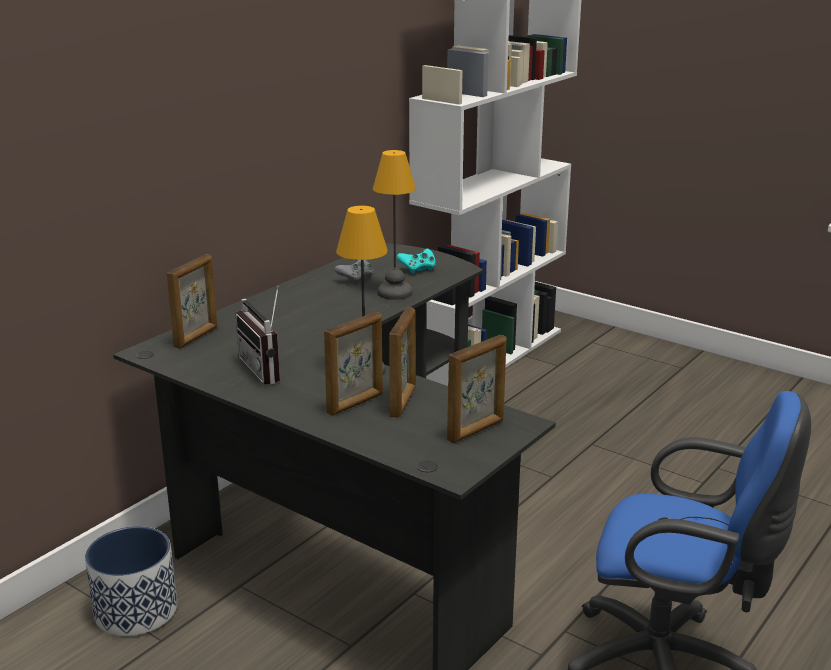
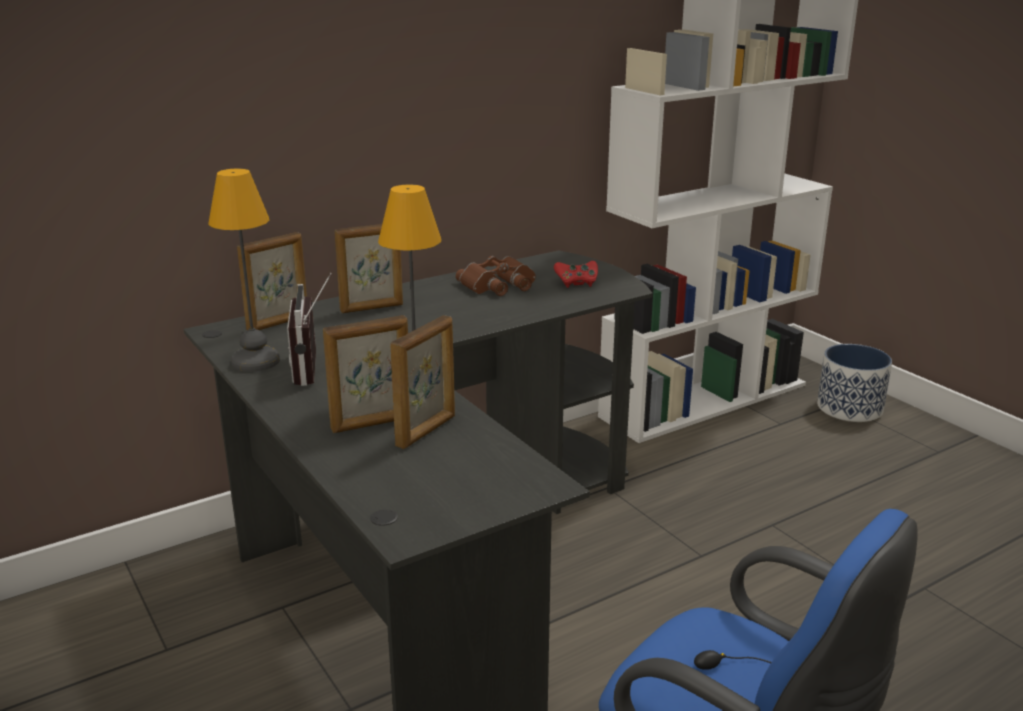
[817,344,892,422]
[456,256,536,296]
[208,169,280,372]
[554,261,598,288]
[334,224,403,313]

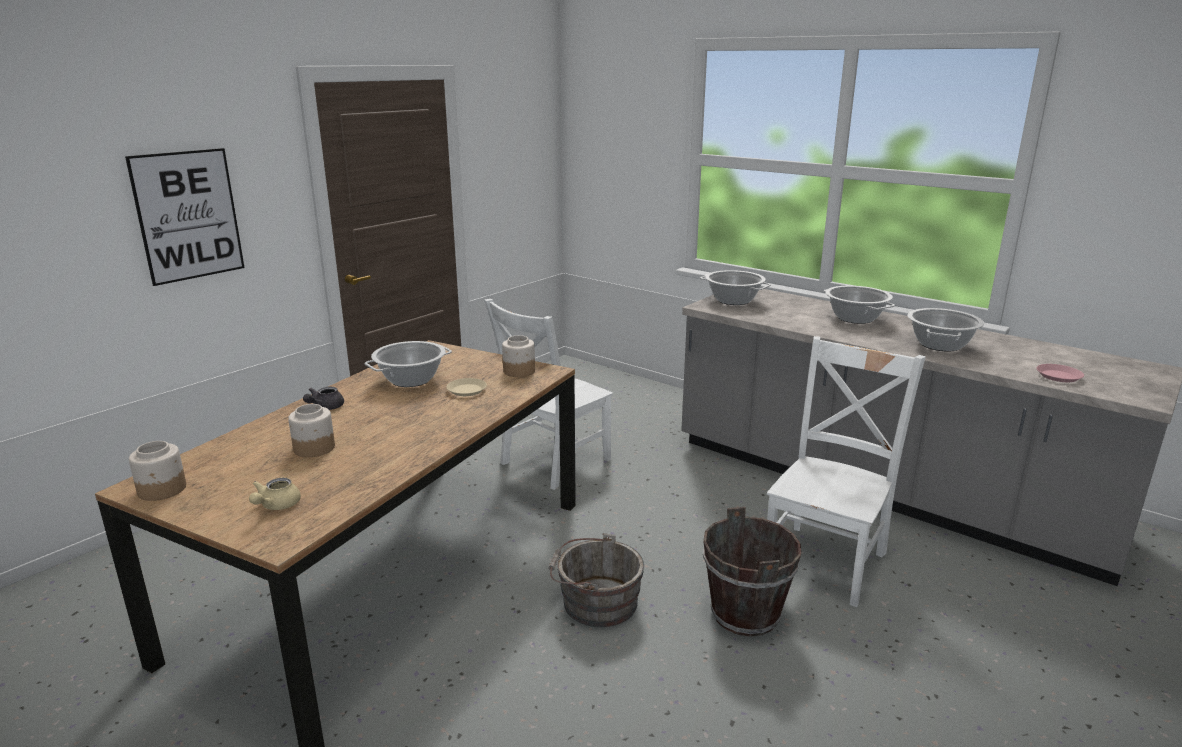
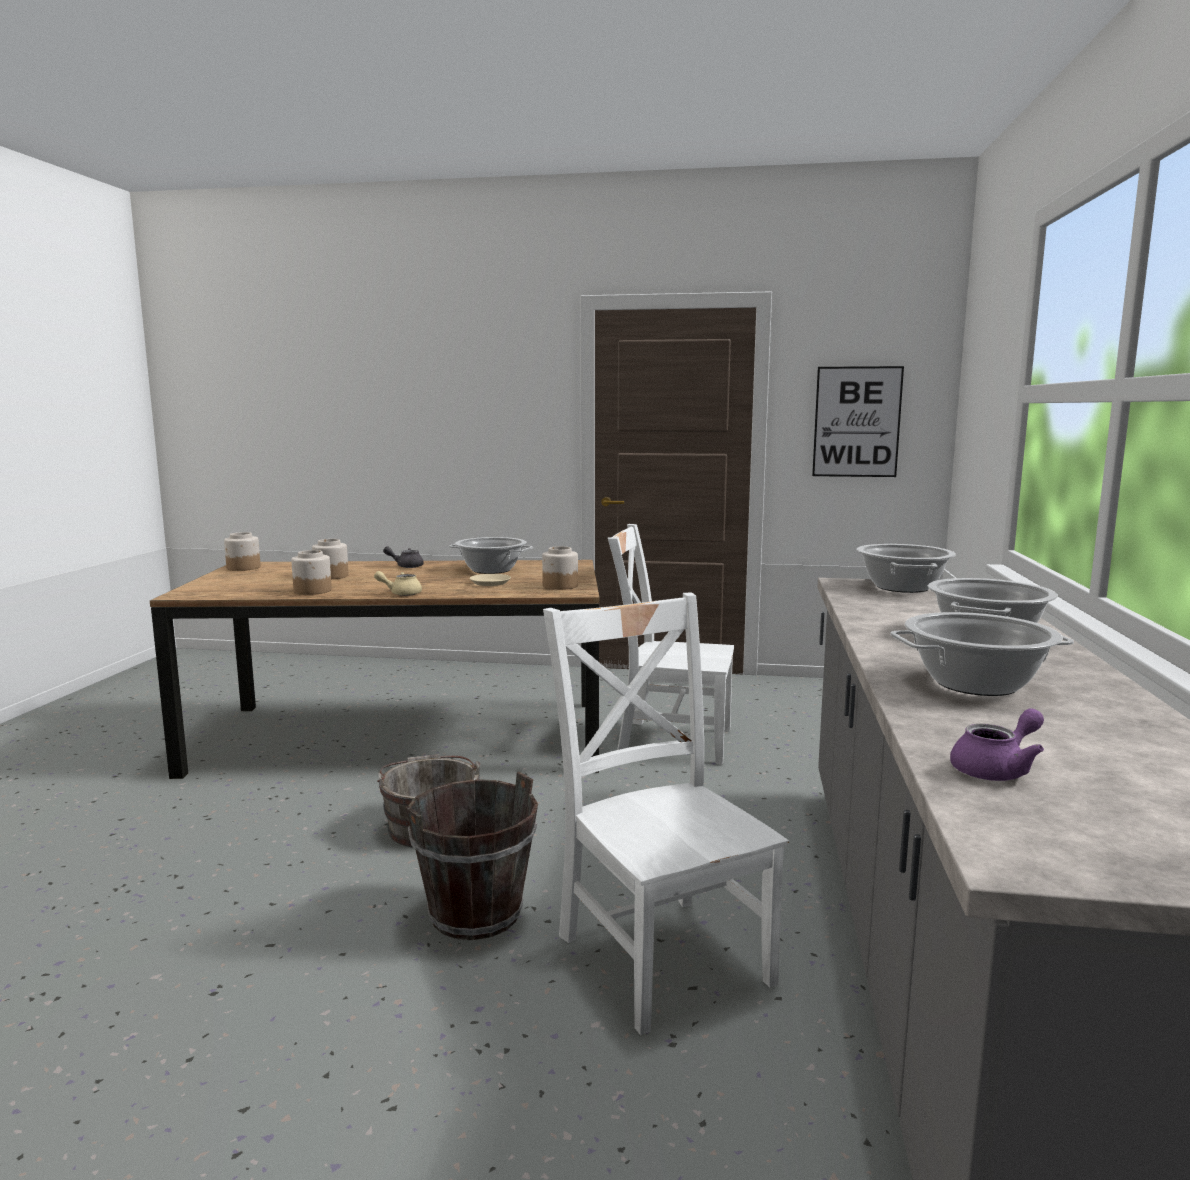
[812,366,904,477]
[374,571,422,596]
[543,592,789,1035]
[950,708,1044,781]
[291,550,332,595]

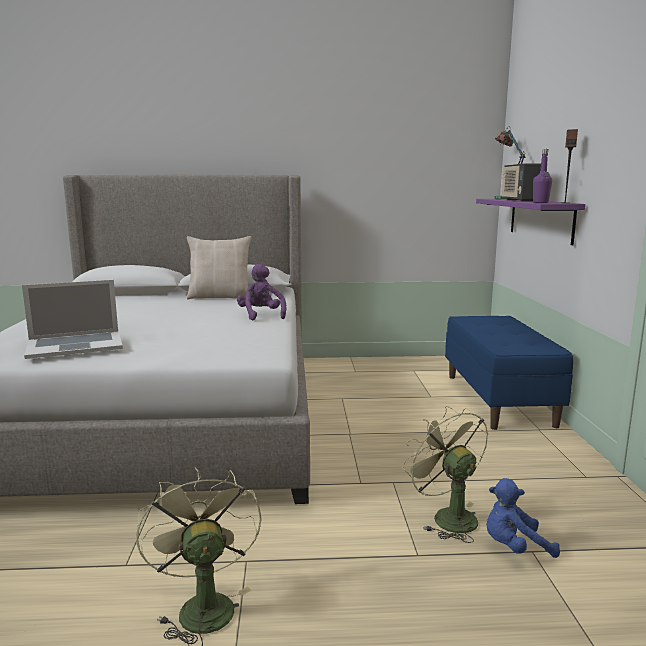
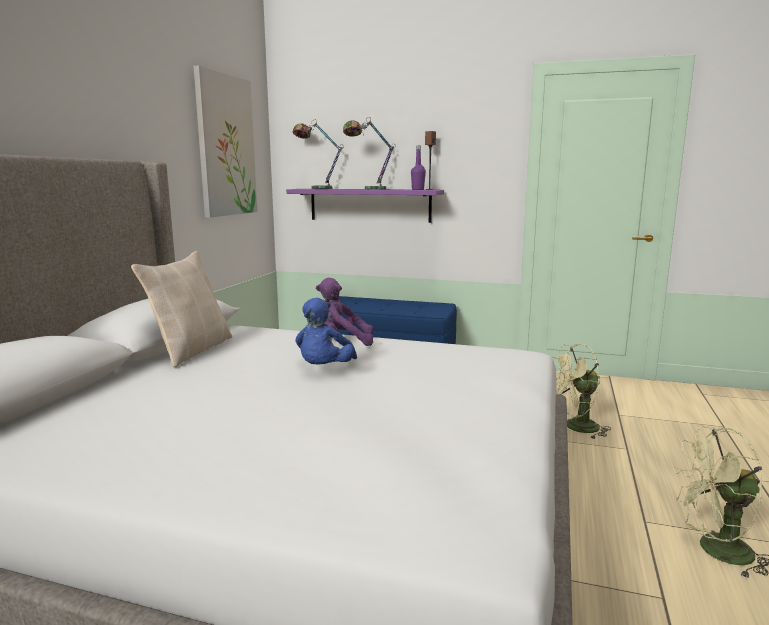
[22,280,123,359] (first image)
[295,298,357,365]
[343,117,396,190]
[194,65,257,218]

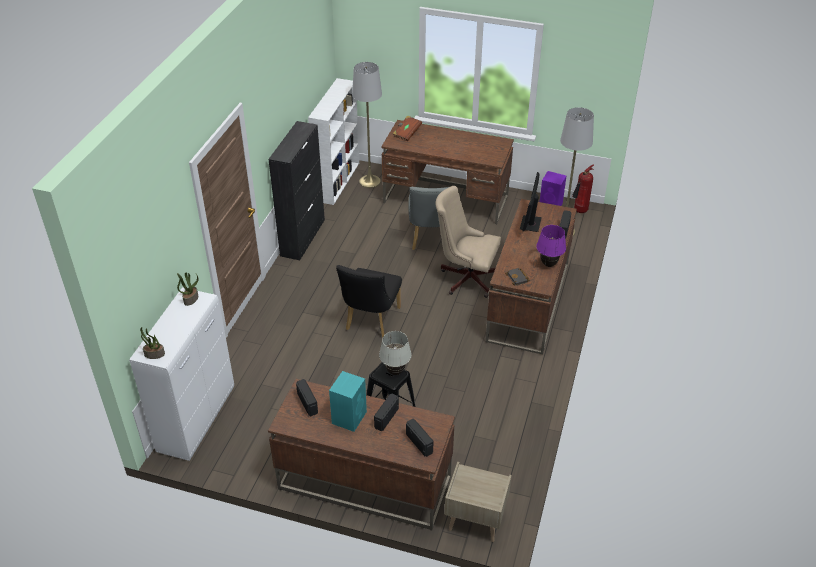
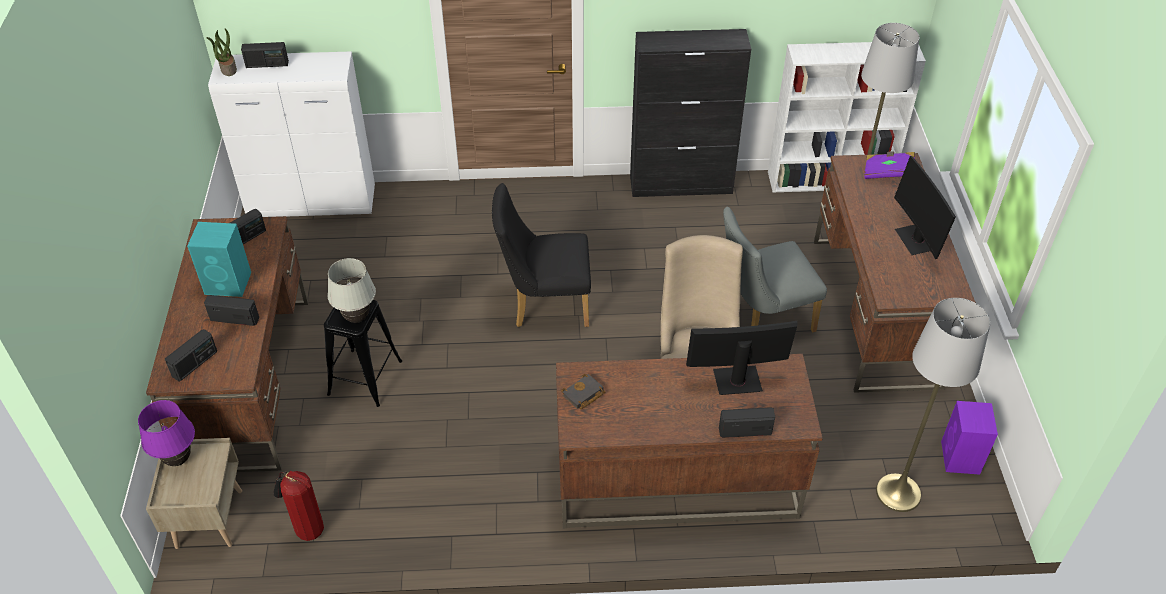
[177,273,198,306] (first image)
[864,152,915,179]
[138,400,195,466]
[273,471,324,541]
[241,42,289,68]
[894,156,956,259]

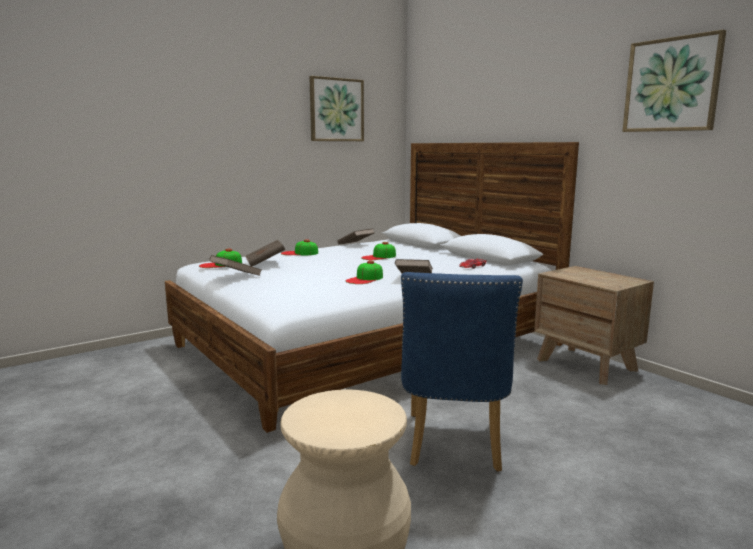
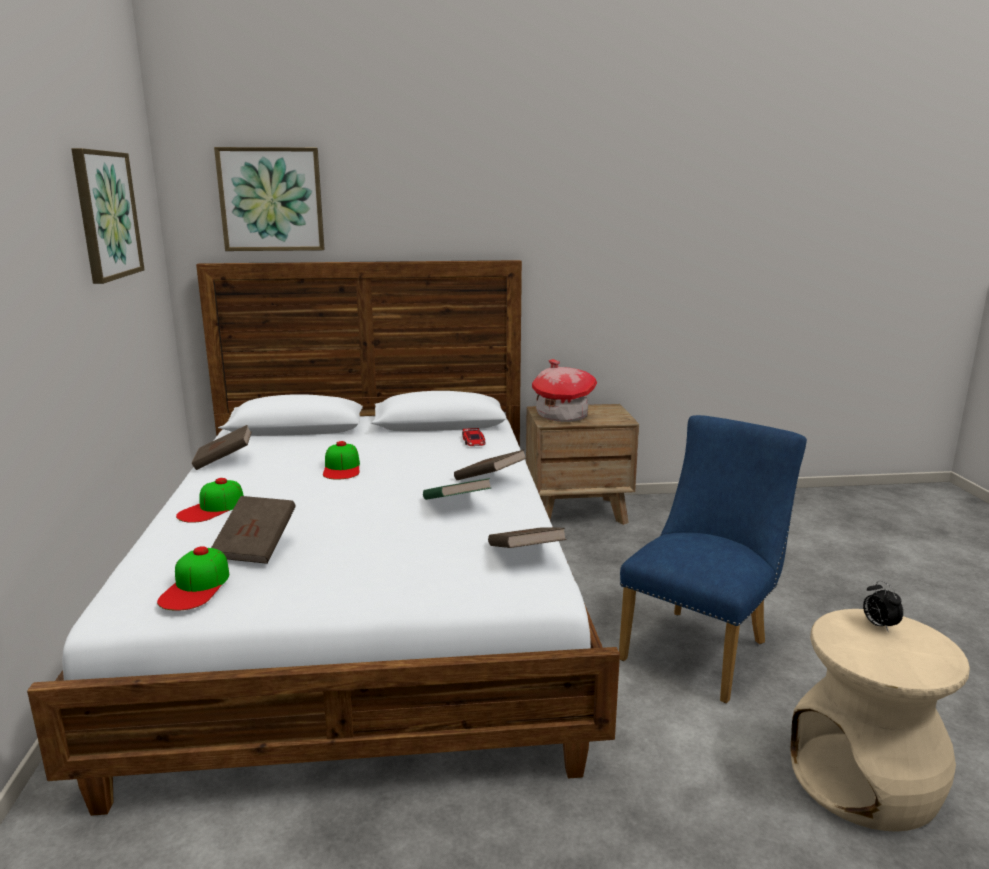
[488,527,567,548]
[423,478,491,500]
[619,415,807,703]
[214,147,325,251]
[532,359,597,422]
[863,581,903,631]

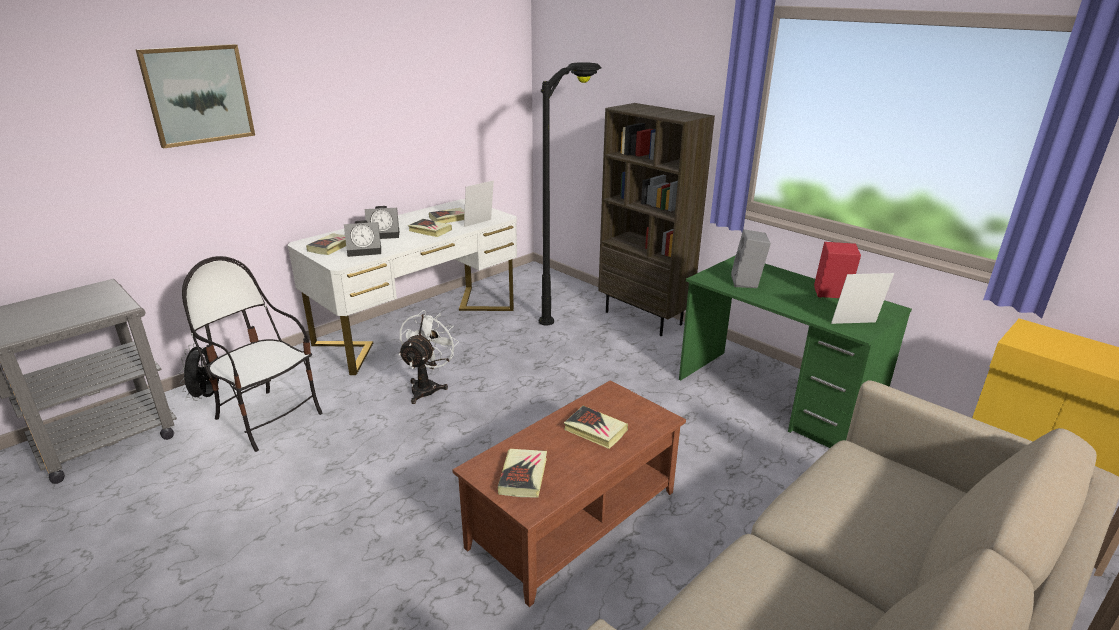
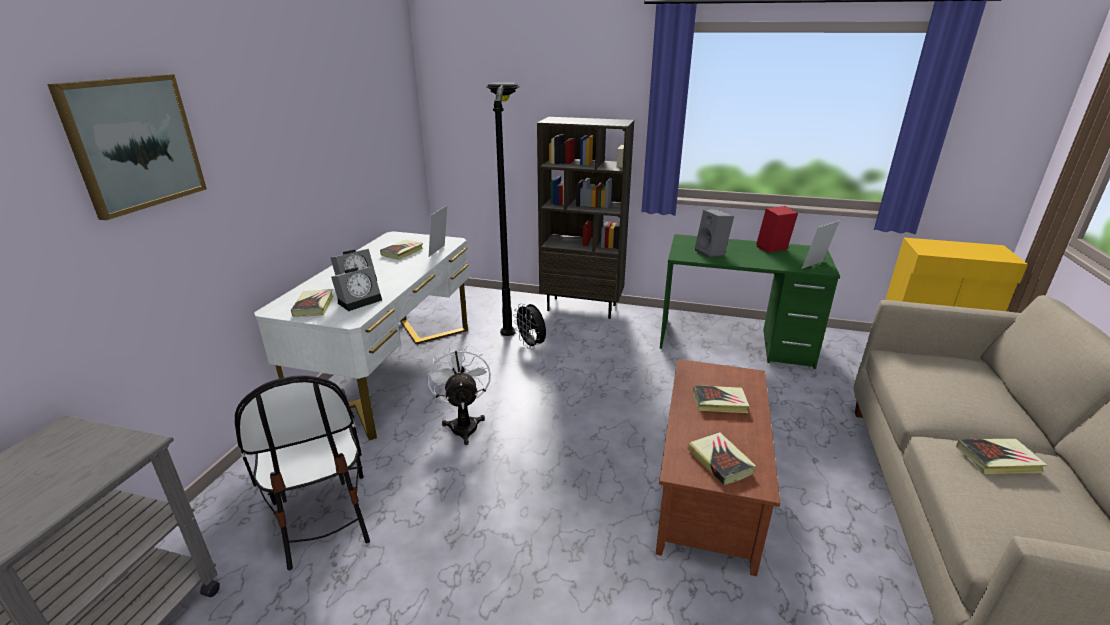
[513,304,546,349]
[235,375,370,570]
[956,439,1047,474]

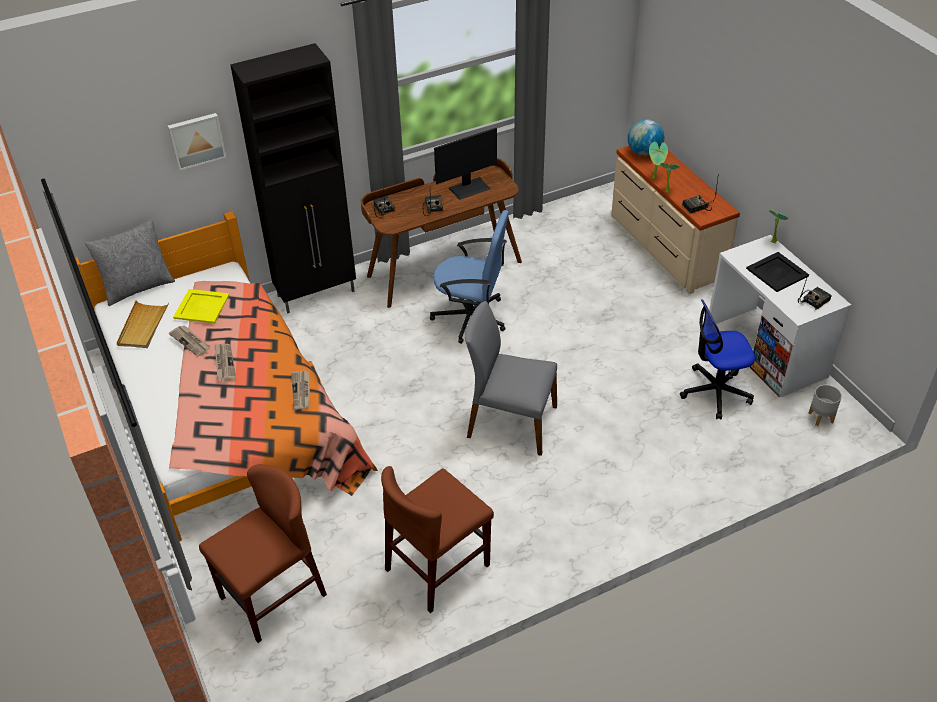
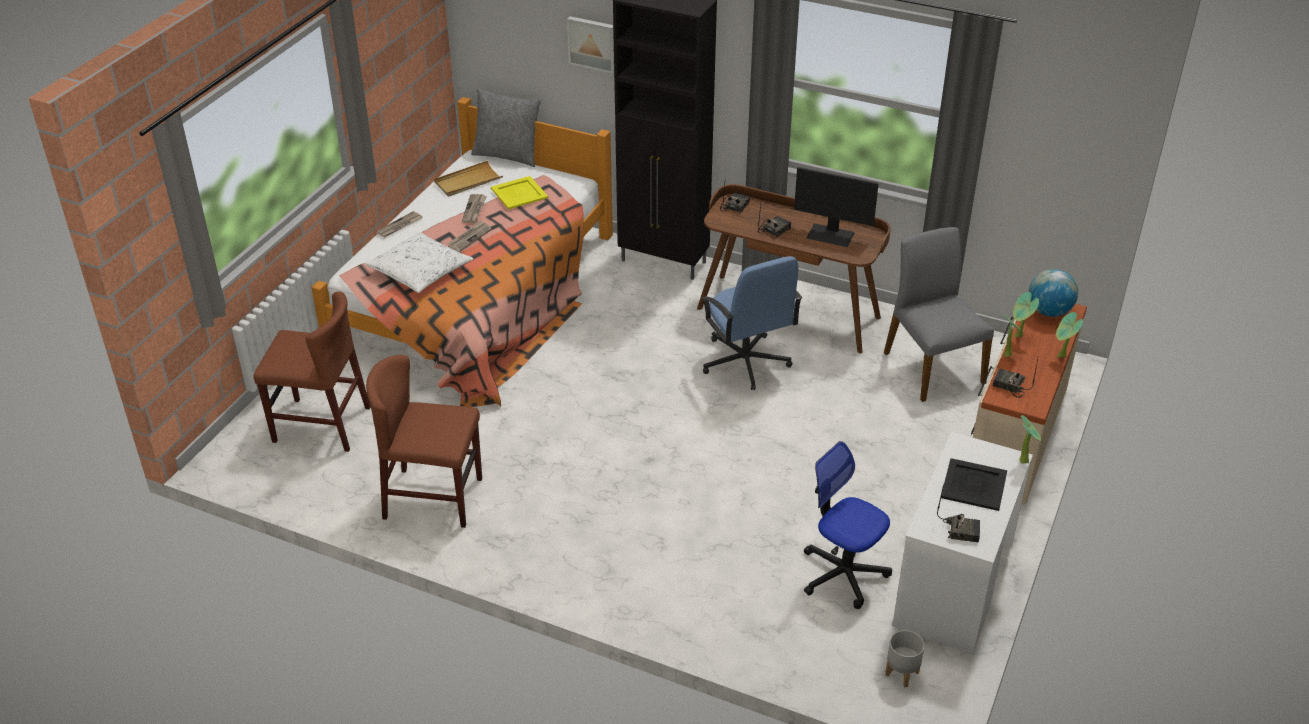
[376,211,422,237]
[884,227,994,402]
[365,232,473,293]
[1056,312,1083,357]

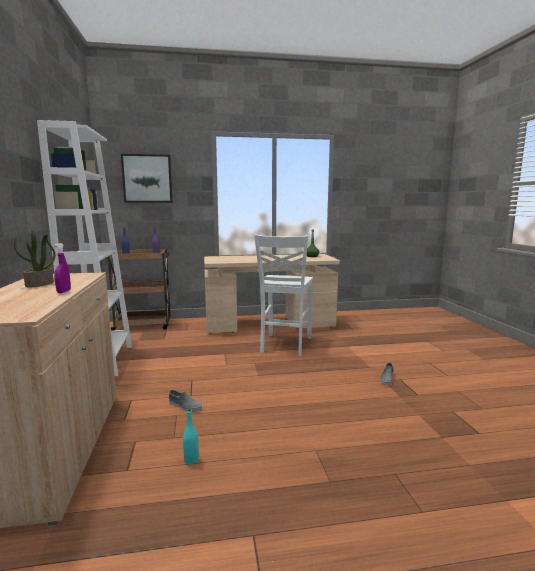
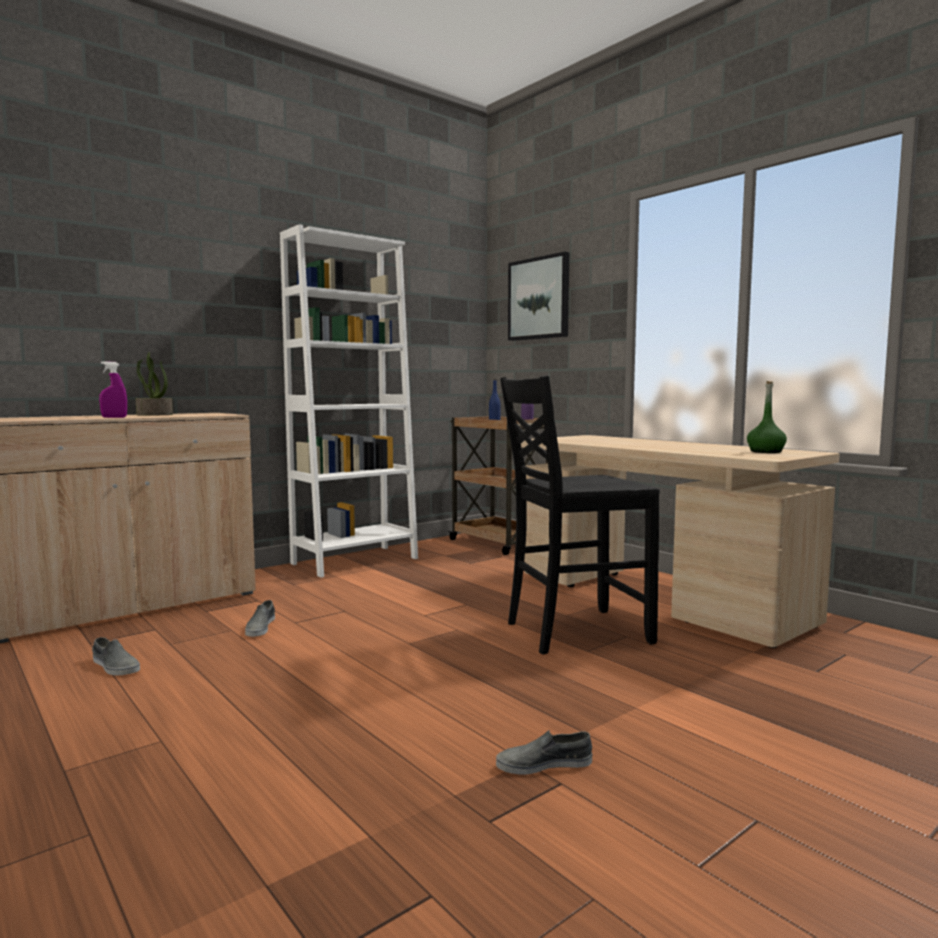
[92,637,140,676]
[500,376,660,655]

